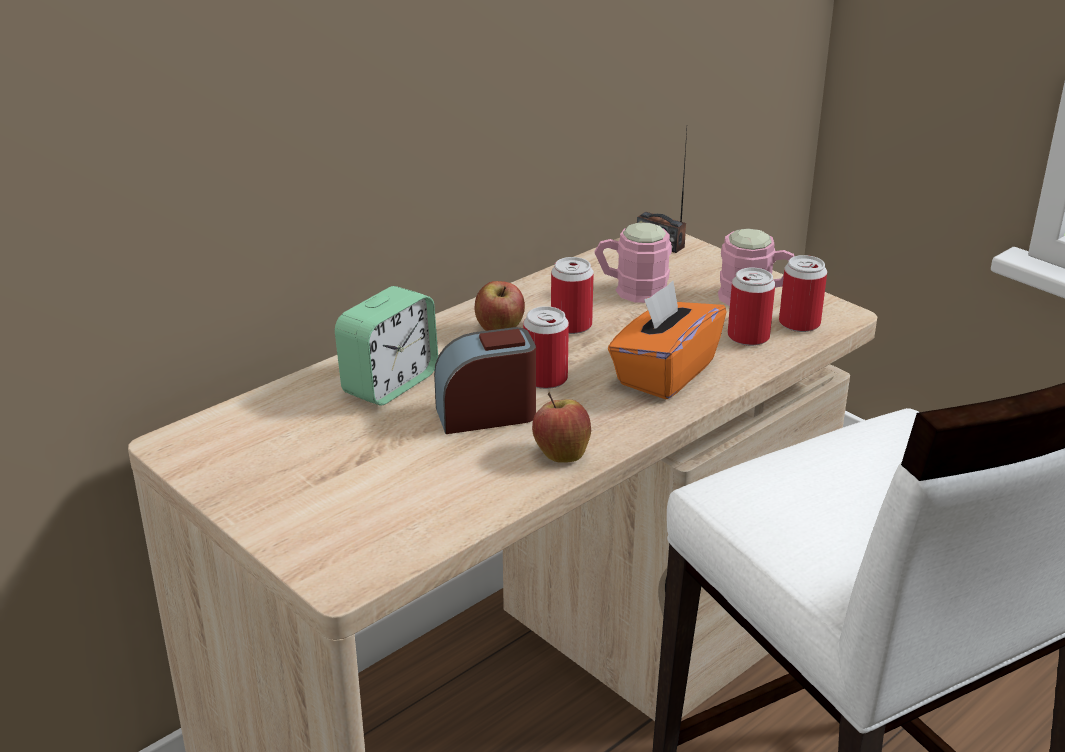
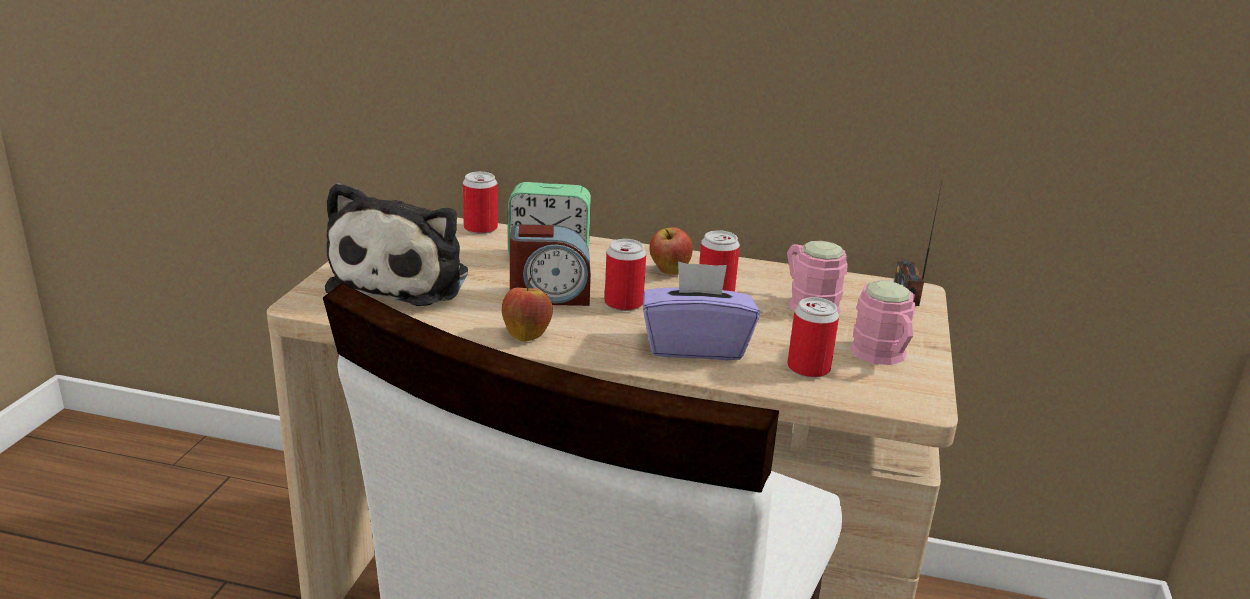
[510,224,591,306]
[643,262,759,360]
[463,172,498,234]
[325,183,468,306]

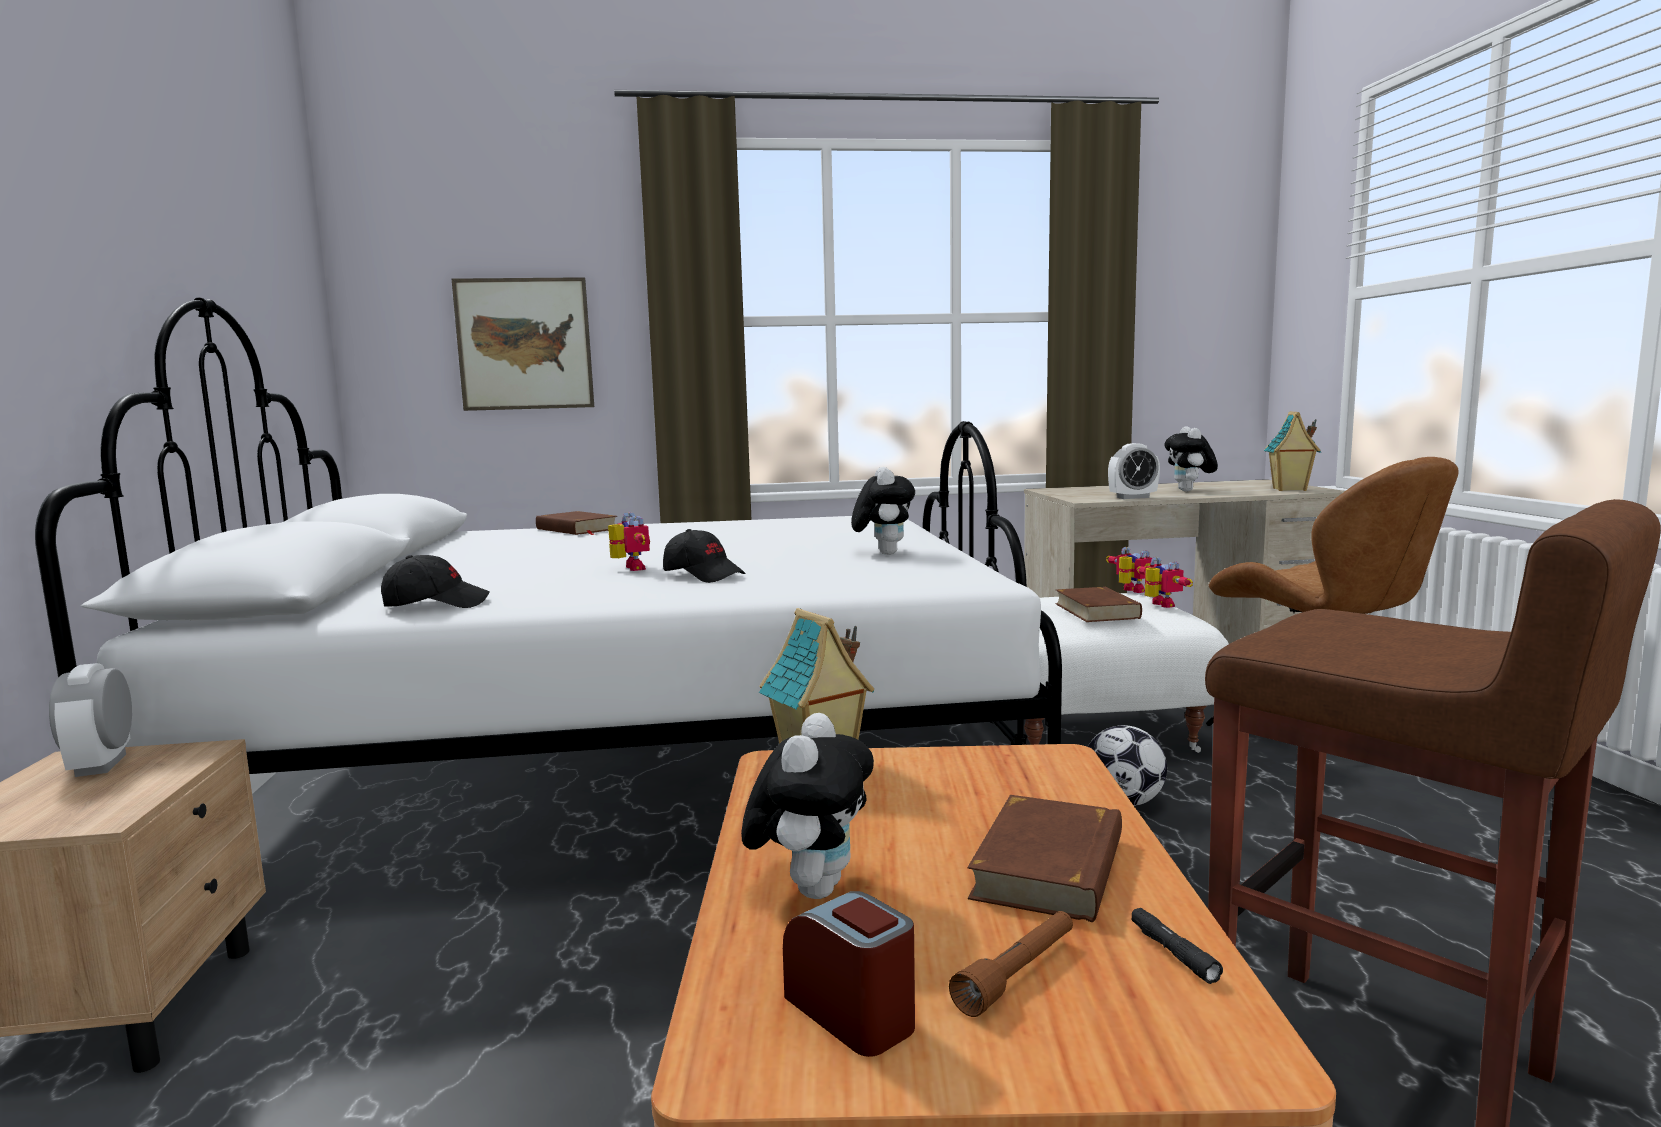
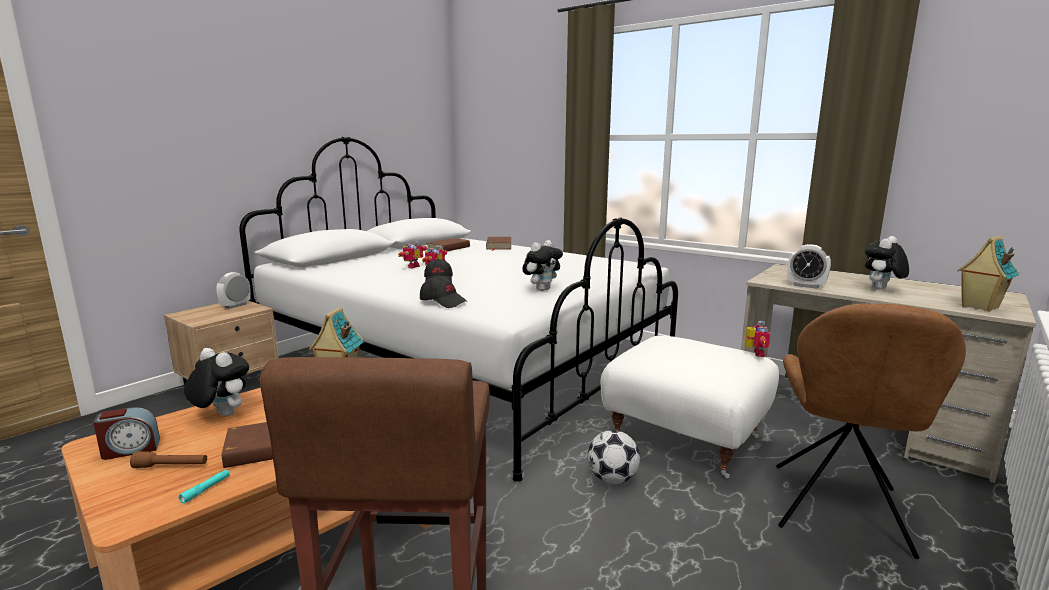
[420,276,468,308]
[452,277,594,411] (first image)
[184,348,249,416]
[93,407,160,460]
[427,238,470,251]
[178,470,229,504]
[398,241,427,268]

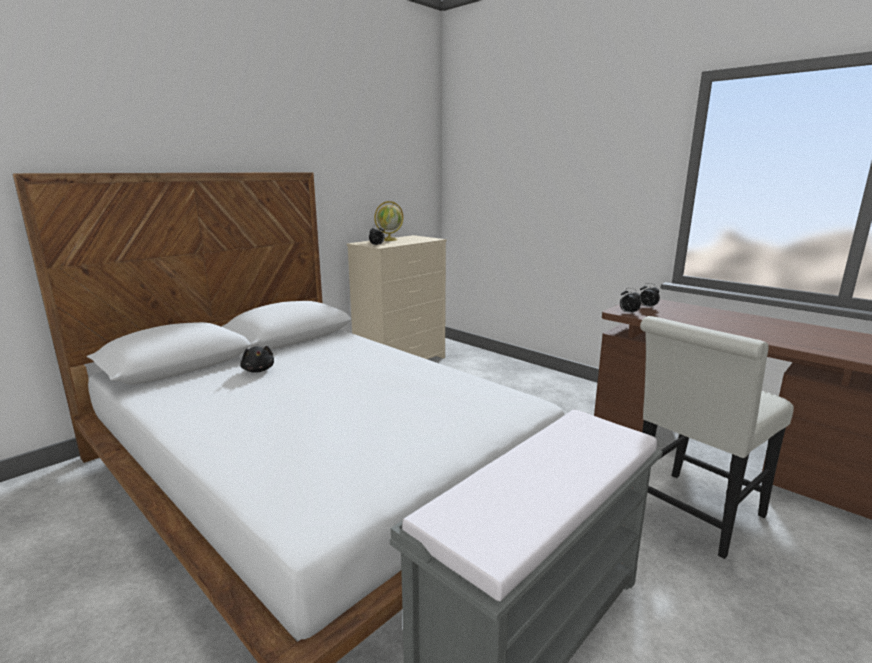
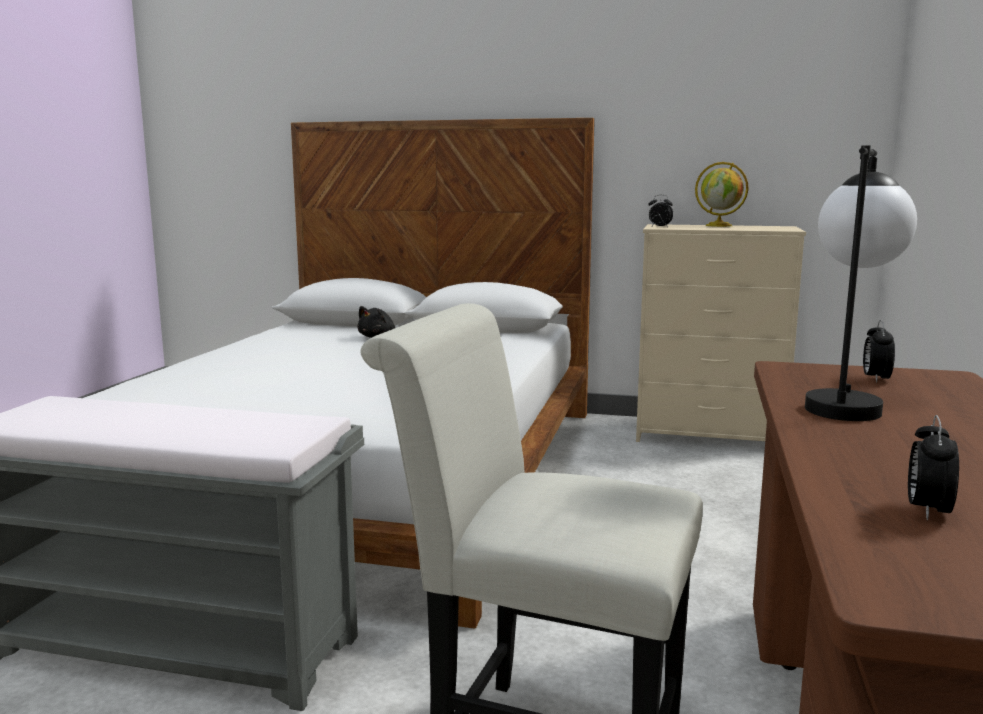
[908,415,959,520]
[805,145,917,421]

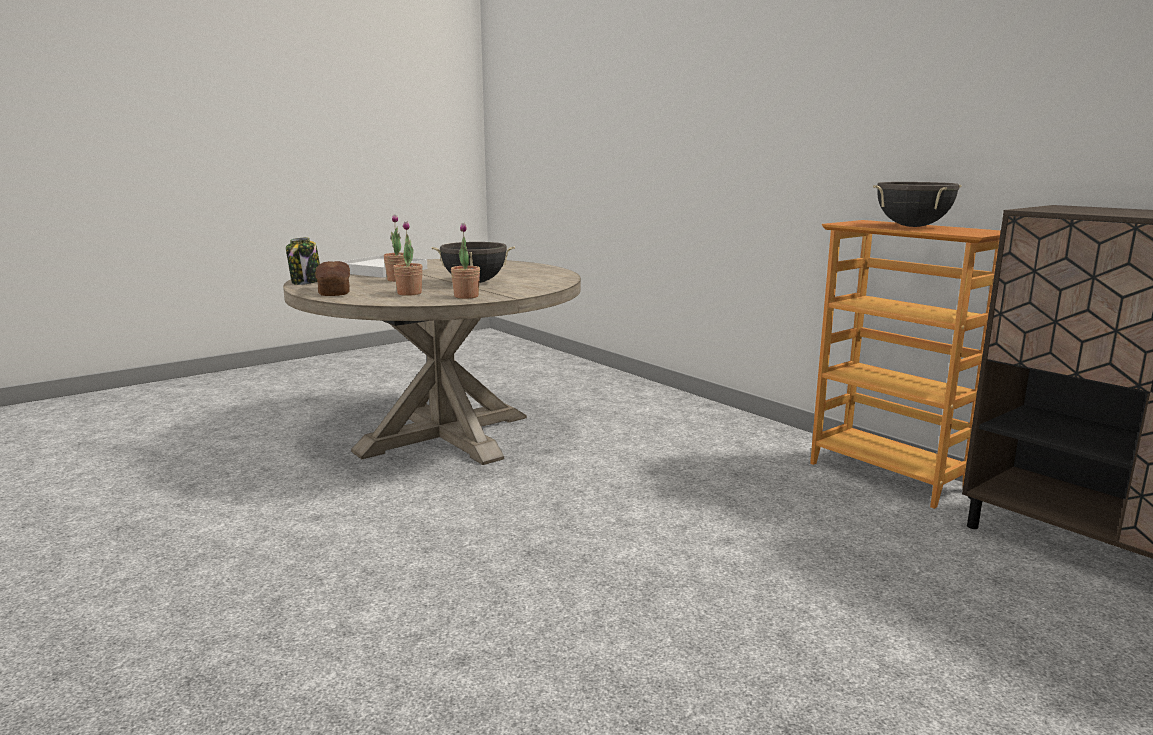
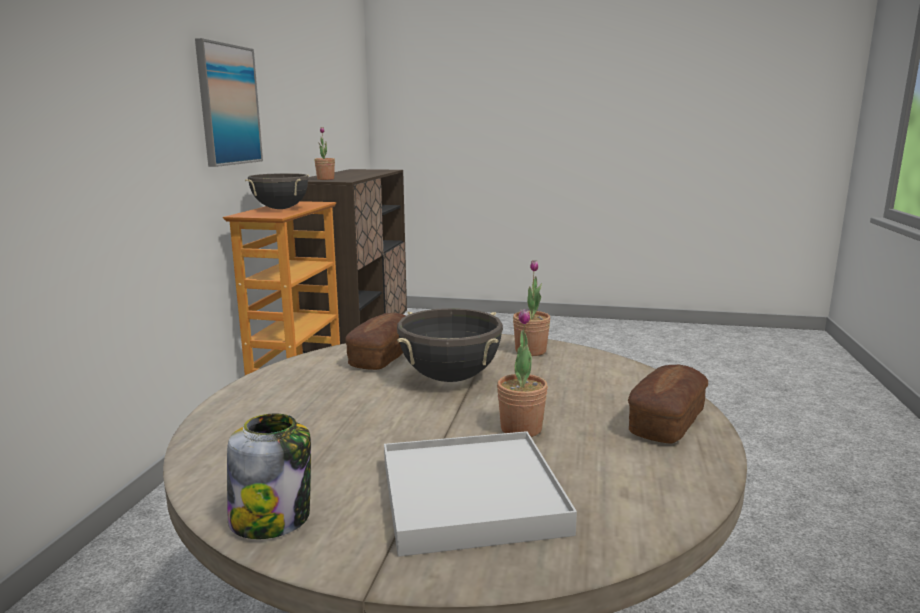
[227,413,311,539]
[314,127,335,180]
[195,38,263,167]
[345,313,405,370]

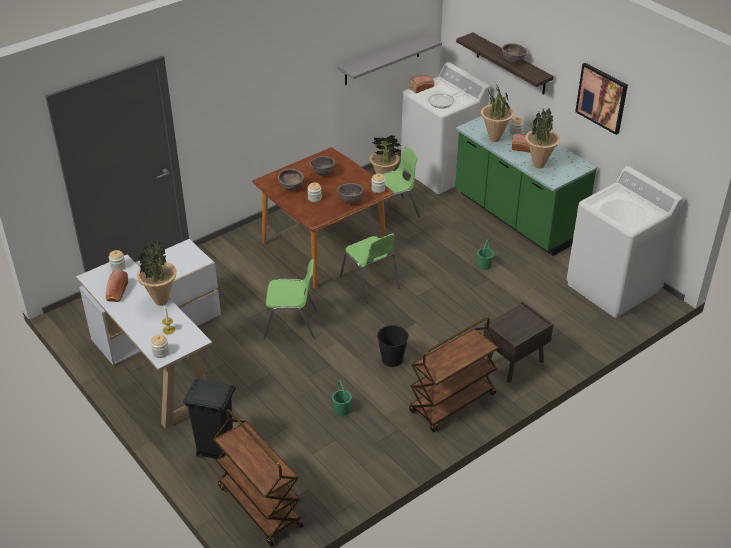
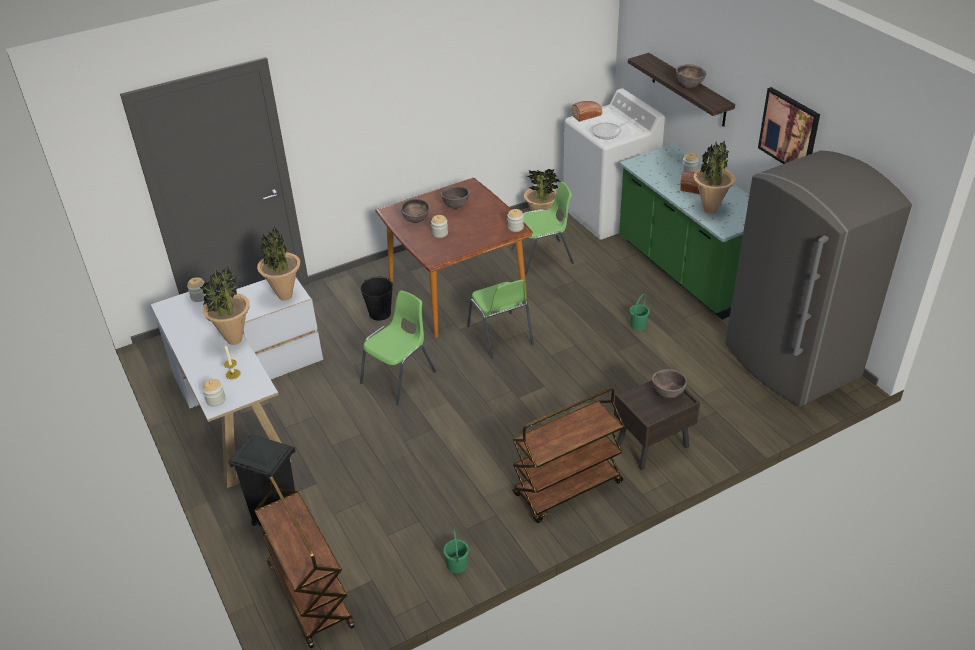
[106,270,128,302] (first image)
[360,290,436,405]
[443,528,469,573]
[652,369,687,398]
[338,33,442,85] (first image)
[361,277,393,321]
[257,226,300,301]
[725,150,912,407]

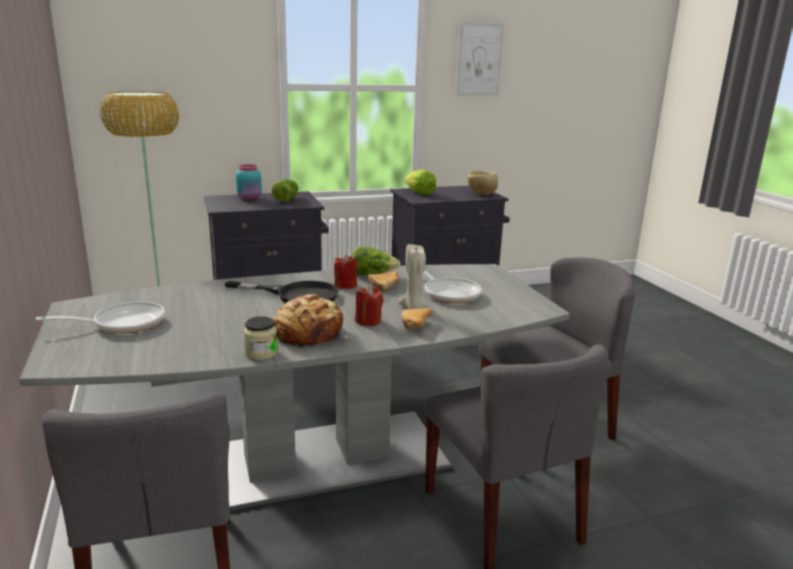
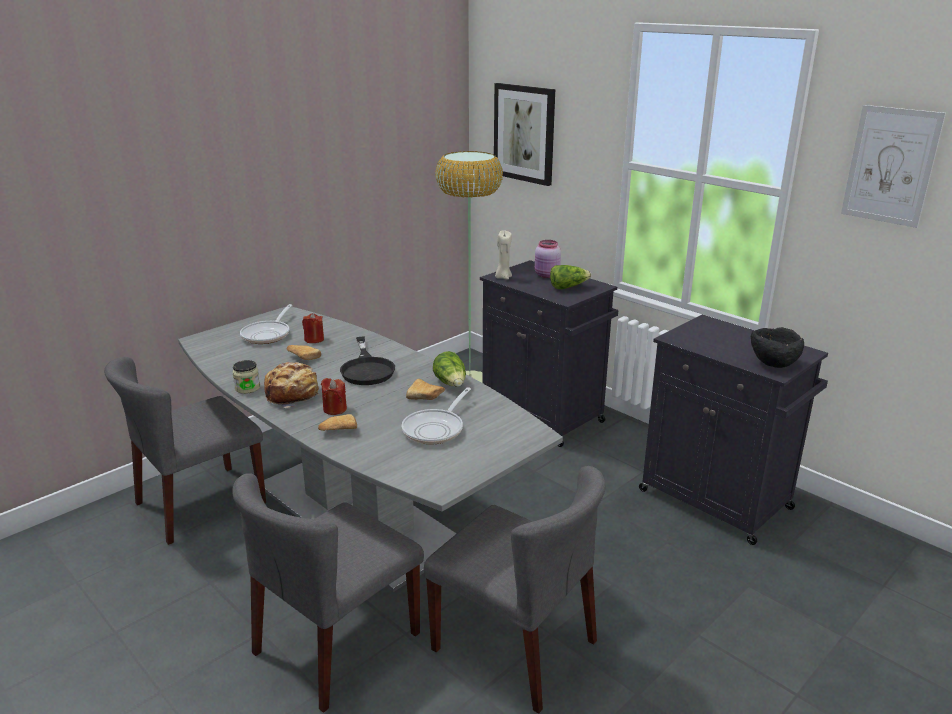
[240,304,292,344]
[535,240,561,278]
[302,313,324,343]
[495,230,512,280]
[404,170,436,195] (first image)
[751,327,804,368]
[286,345,321,360]
[494,83,555,186]

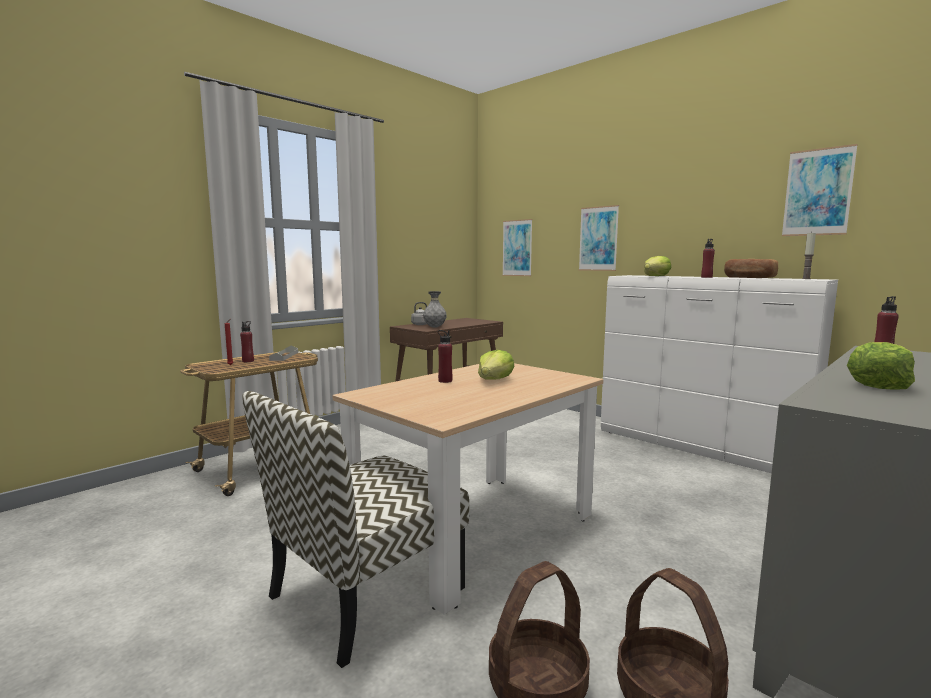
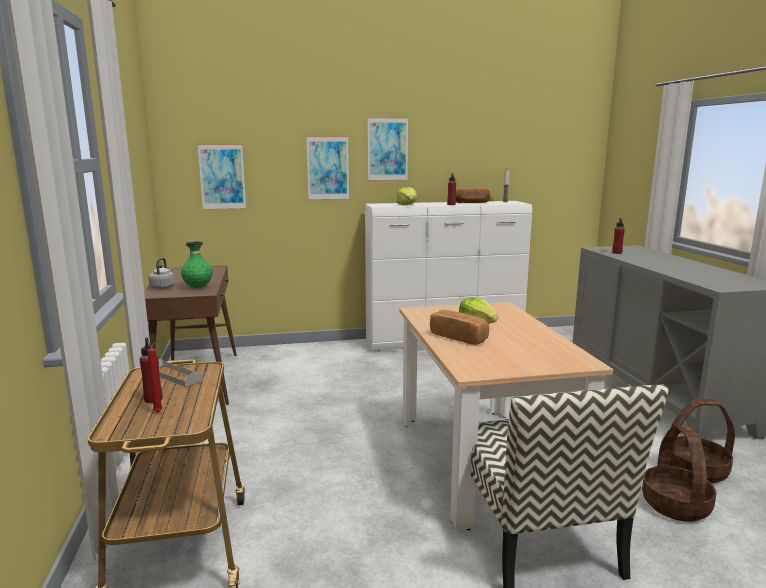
[181,242,213,288]
[430,310,489,345]
[368,117,408,181]
[847,342,915,390] (first image)

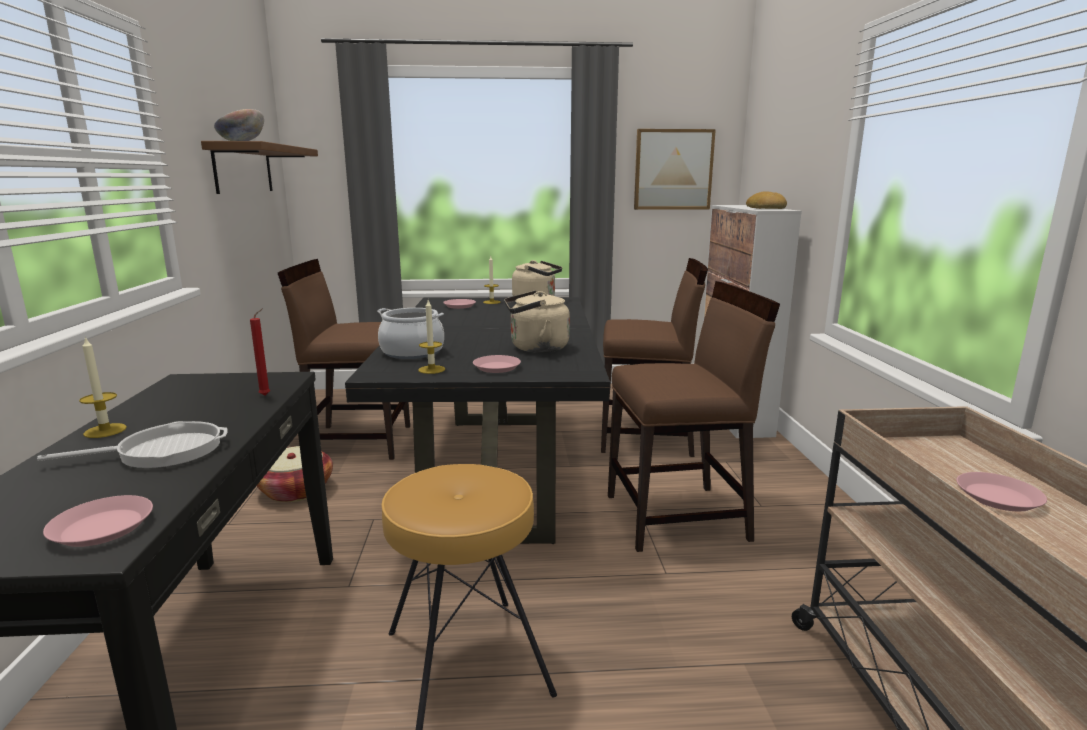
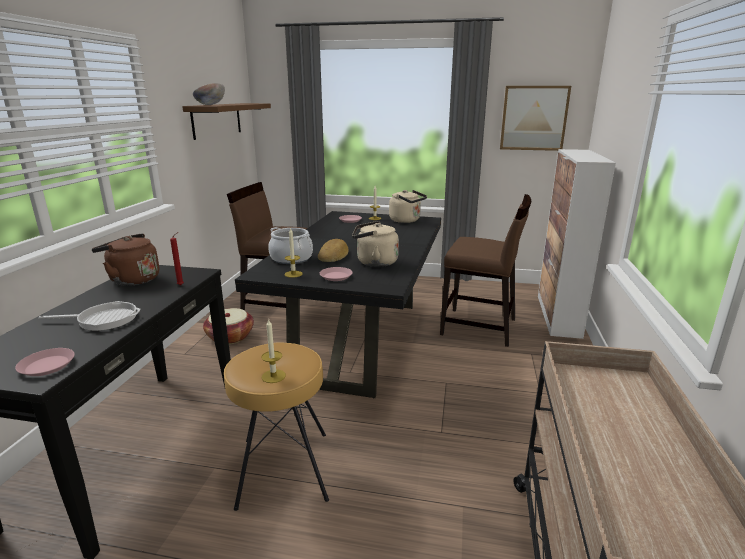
[261,318,286,383]
[608,281,780,552] (first image)
[318,239,349,262]
[956,472,1047,511] (first image)
[92,233,159,286]

